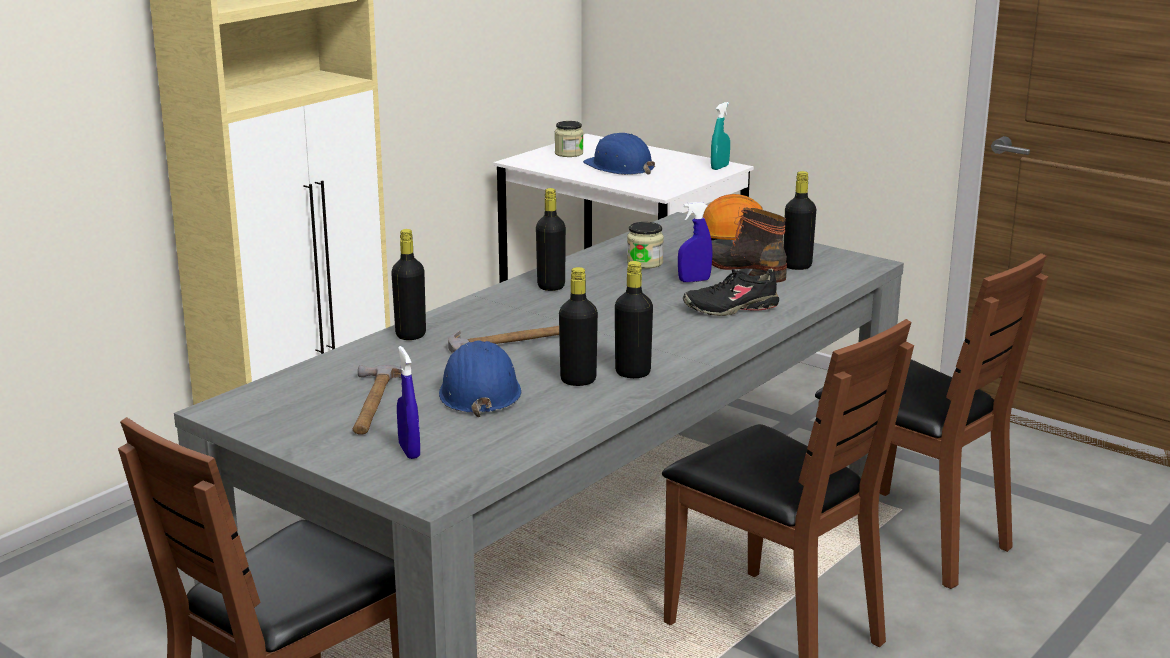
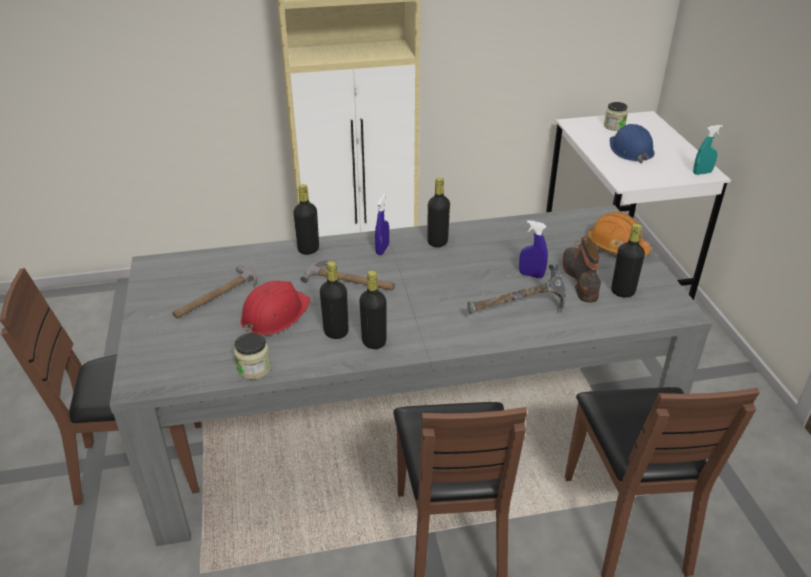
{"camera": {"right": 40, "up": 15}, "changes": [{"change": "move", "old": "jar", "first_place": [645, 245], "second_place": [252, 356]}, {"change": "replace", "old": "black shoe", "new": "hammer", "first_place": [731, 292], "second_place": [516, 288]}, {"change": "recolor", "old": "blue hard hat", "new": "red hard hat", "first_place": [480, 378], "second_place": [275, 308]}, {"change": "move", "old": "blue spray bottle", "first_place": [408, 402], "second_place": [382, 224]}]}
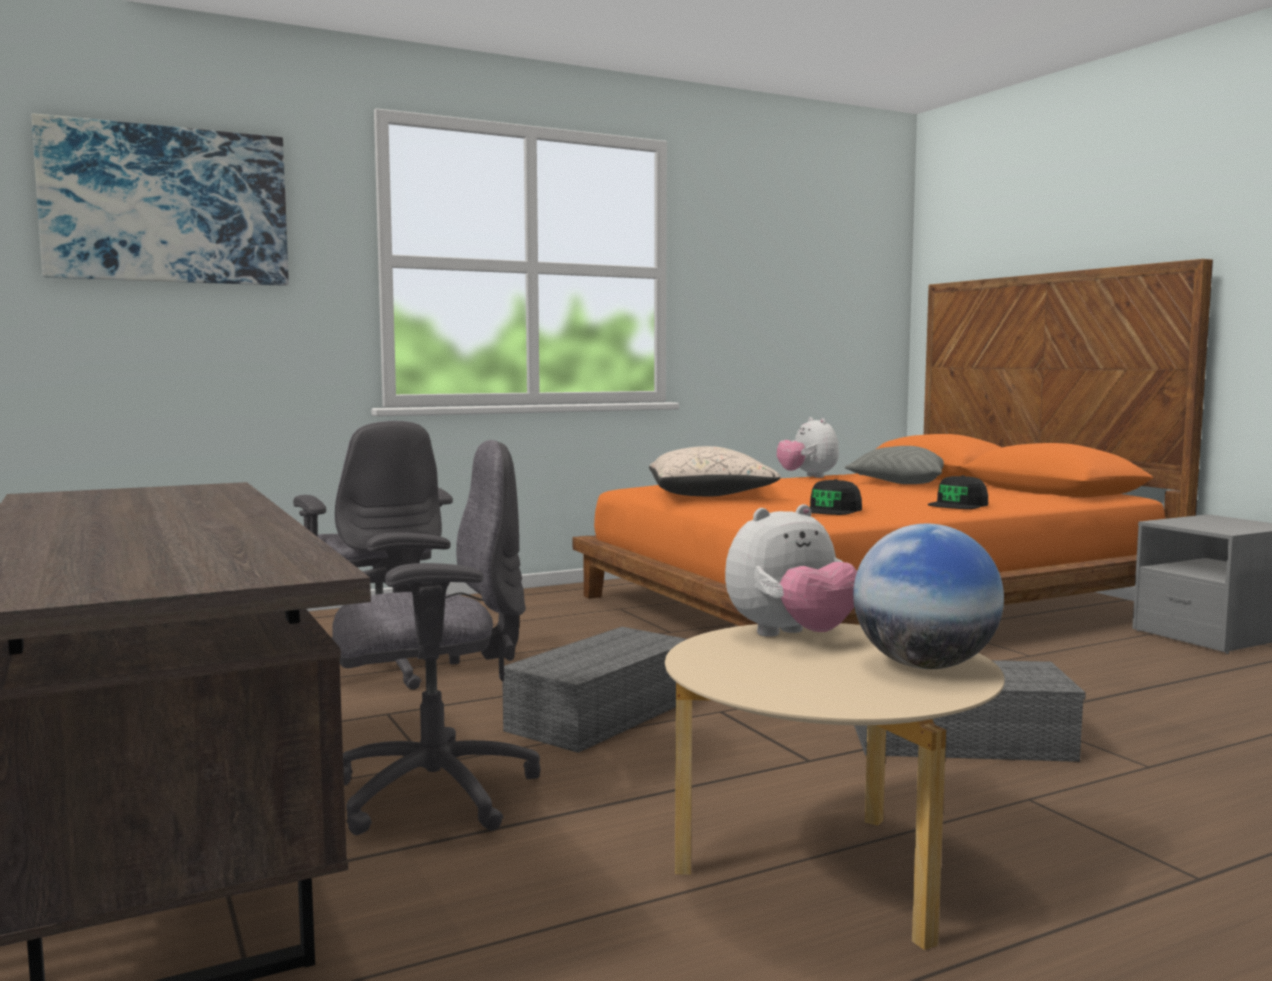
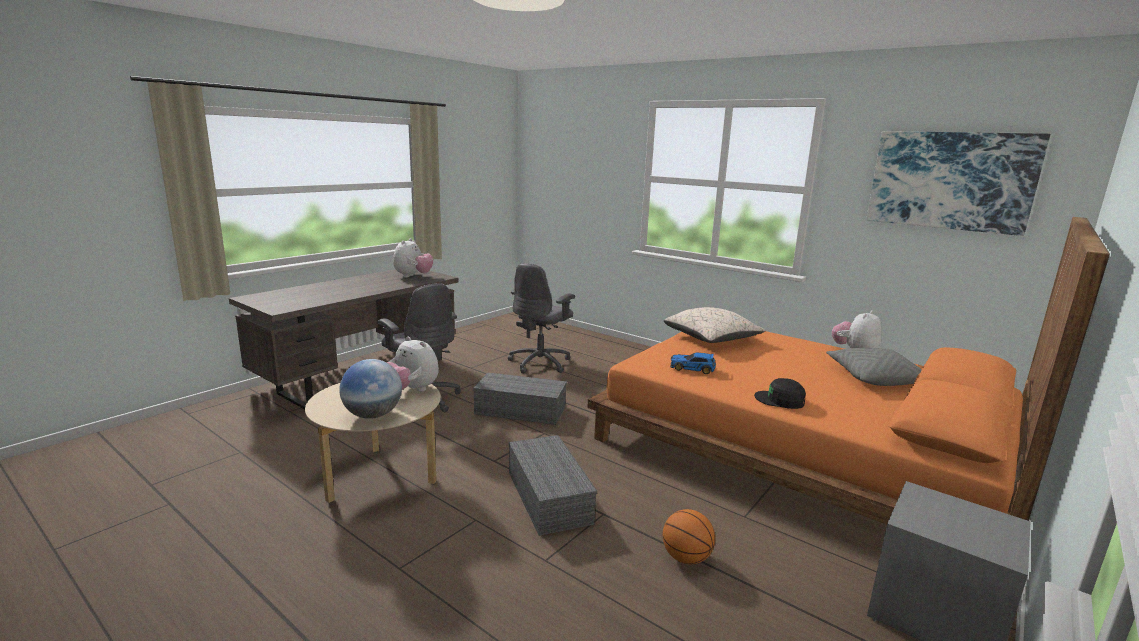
{"camera": {"right": 65, "up": 10}, "changes": [{"change": "move", "old": "picture", "first_place": [160, 199], "second_place": [958, 183]}, {"change": "replace", "old": "black cap", "new": "toy car", "first_place": [836, 497], "second_place": [693, 363]}, {"change": "insert", "new": "plush toy", "second_place": [413, 258]}, {"change": "insert", "new": "basketball", "second_place": [689, 536]}]}
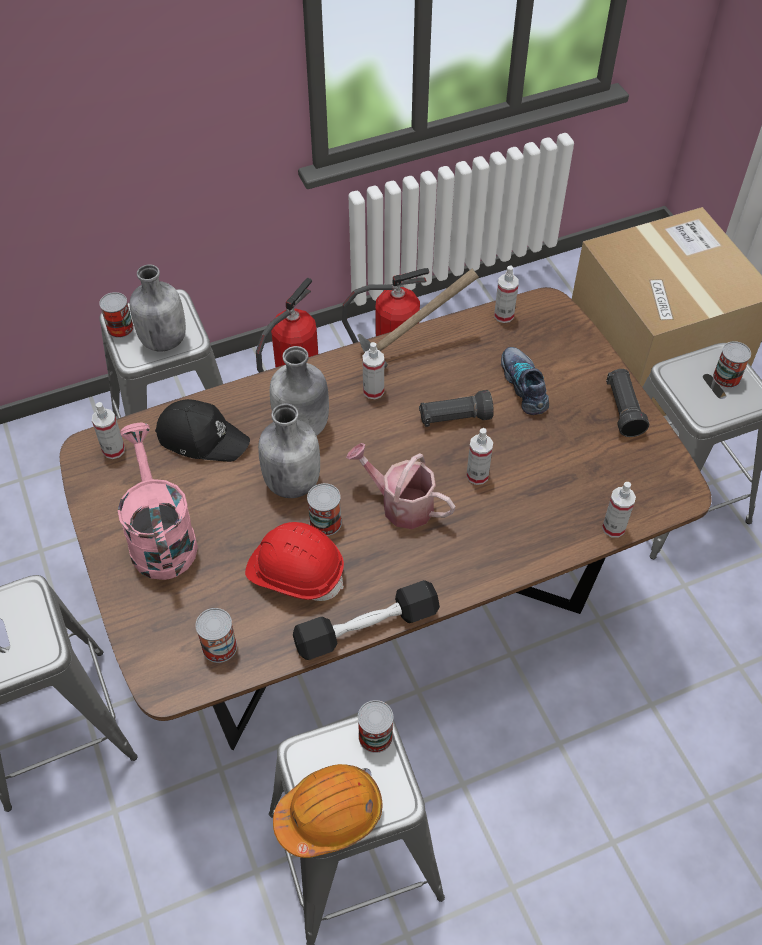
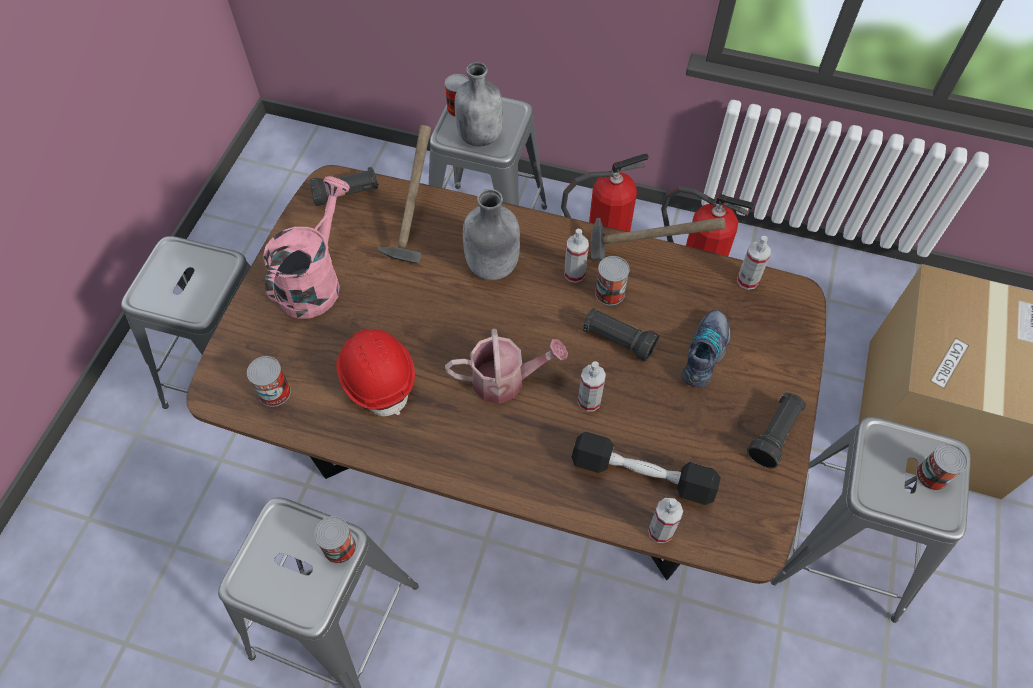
{"camera": {"right": 40, "up": 5}, "changes": [{"change": "replace", "old": "black cap", "new": "hammer", "first_place": [202, 430], "second_place": [404, 194]}, {"change": "replace", "old": "spray bottle", "new": "black flashlight", "first_place": [108, 430], "second_place": [344, 186]}, {"change": "delete", "old": "grey bottle", "first_place": [289, 451]}, {"change": "rotate", "old": "watering can", "first_place": [400, 486], "second_place": [506, 366], "degrees": 105}, {"change": "move", "old": "can", "first_place": [324, 509], "second_place": [612, 280]}, {"change": "move", "old": "black dumbbell", "first_place": [366, 620], "second_place": [646, 468]}, {"change": "delete", "old": "orange hard hat", "first_place": [327, 811]}]}
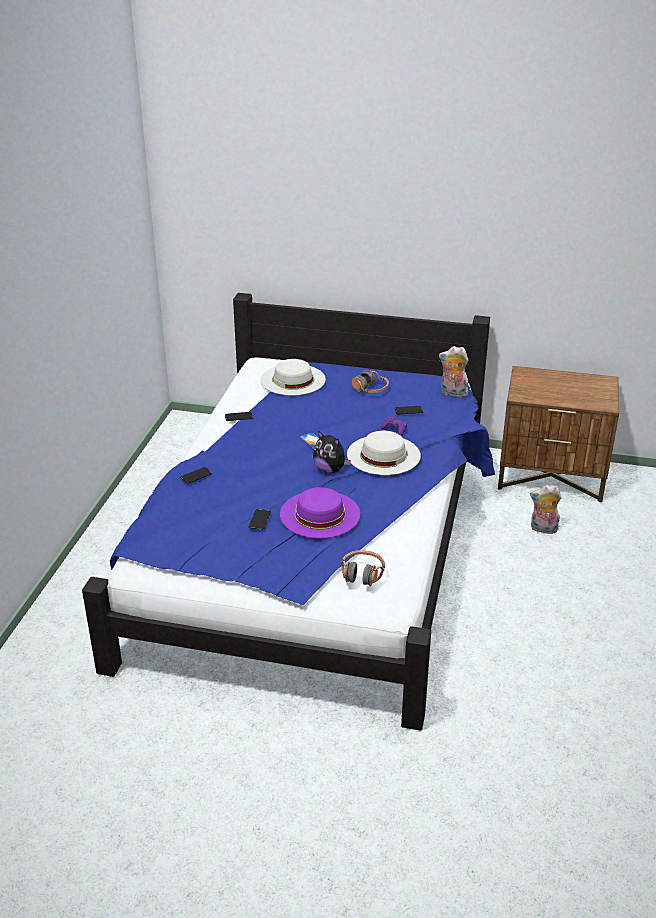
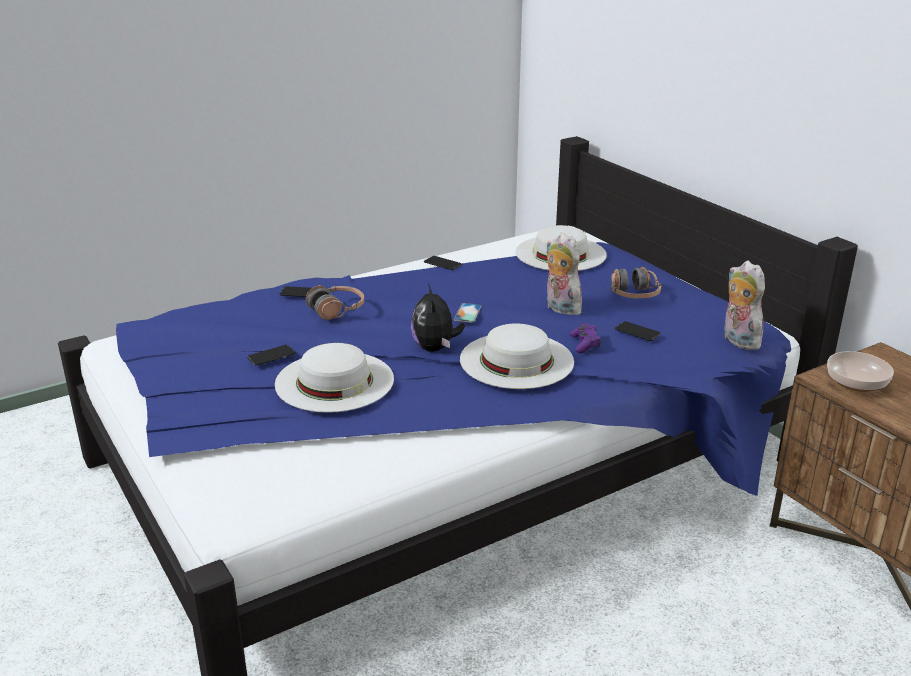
{"camera": {"right": 45, "up": -5}, "changes": [{"change": "move", "old": "plush toy", "first_place": [545, 509], "second_place": [564, 274]}, {"change": "recolor", "old": "purple hat", "new": "white hat", "first_place": [320, 512], "second_place": [334, 378]}, {"change": "move", "old": "headphones", "first_place": [363, 568], "second_place": [334, 302]}, {"change": "insert", "new": "bowl", "second_place": [860, 371]}]}
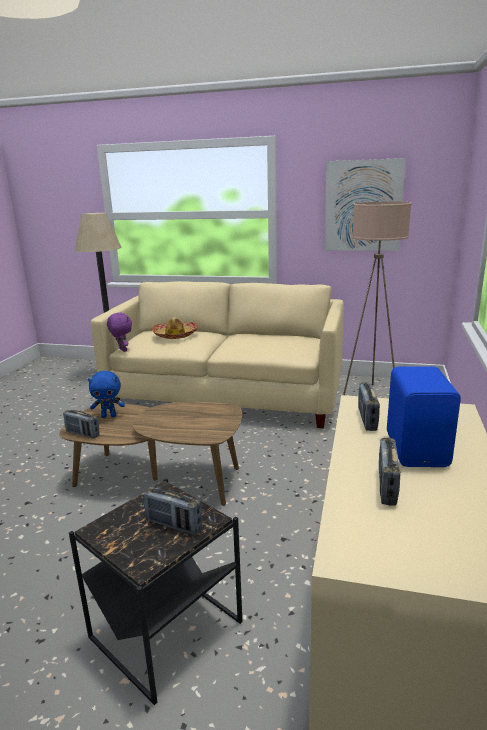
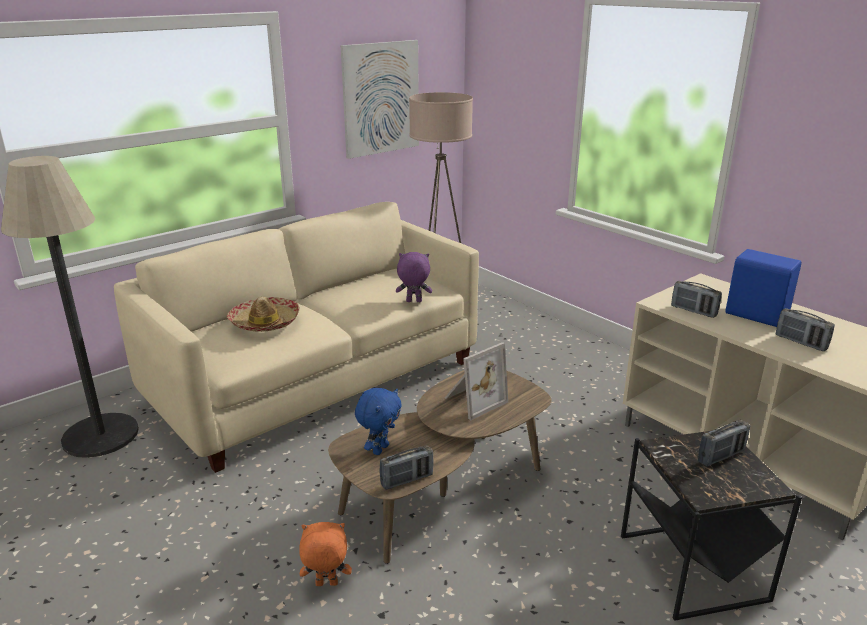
{"camera": {"right": -55, "up": 5}, "changes": [{"change": "move", "old": "purple plush toy", "first_place": [119, 332], "second_place": [414, 277]}, {"change": "insert", "new": "picture frame", "second_place": [476, 381]}, {"change": "insert", "new": "orange plush toy", "second_place": [325, 554]}]}
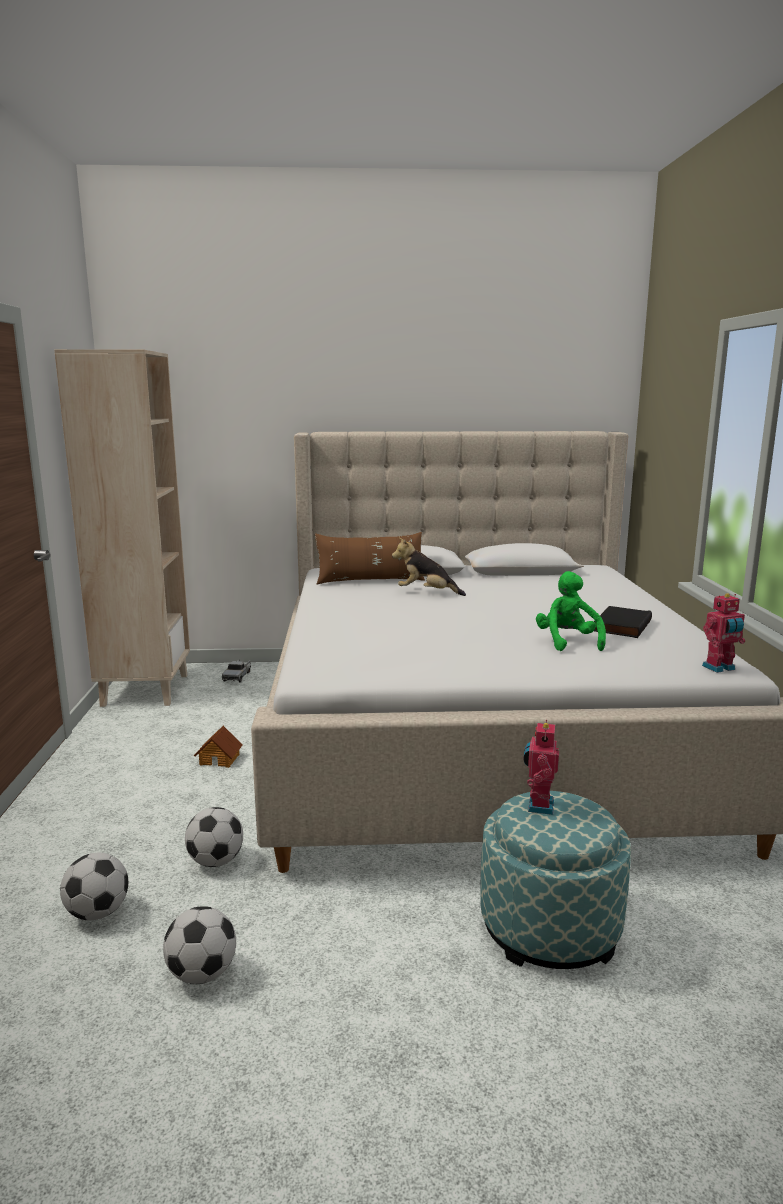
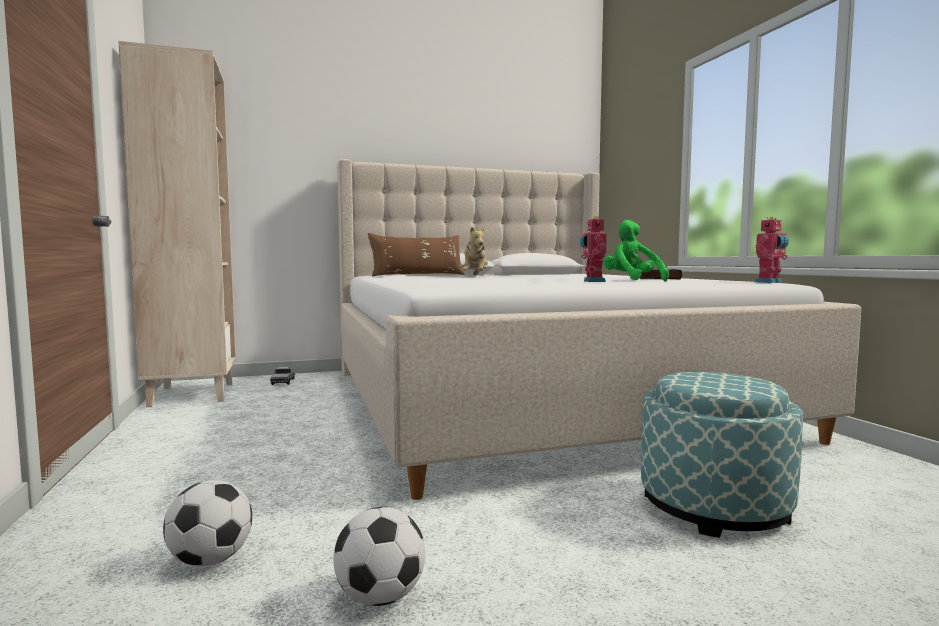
{"camera": {"right": -15, "up": -10}, "changes": [{"change": "rotate", "old": "plush toy", "first_place": [429, 566], "second_place": [474, 251], "degrees": -90}, {"change": "move", "old": "toy robot", "first_place": [541, 767], "second_place": [593, 249]}, {"change": "delete", "old": "toy house", "first_place": [218, 746]}, {"change": "delete", "old": "football", "first_place": [214, 837]}]}
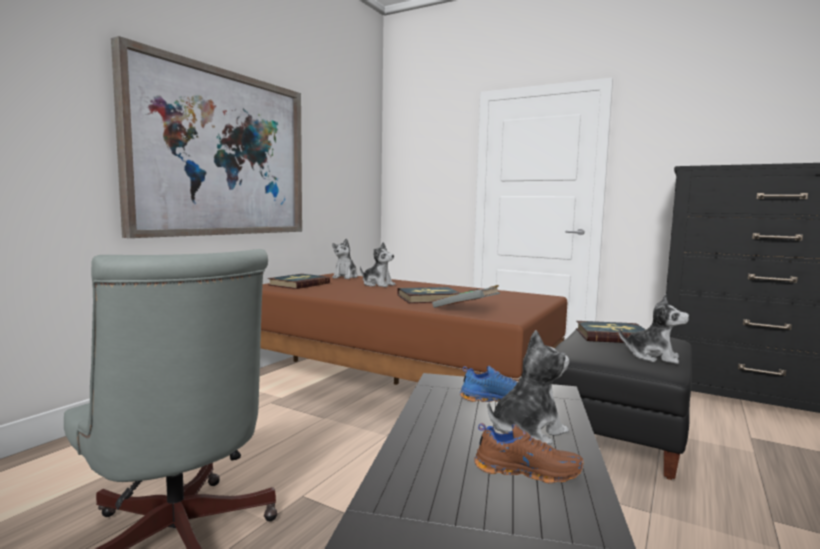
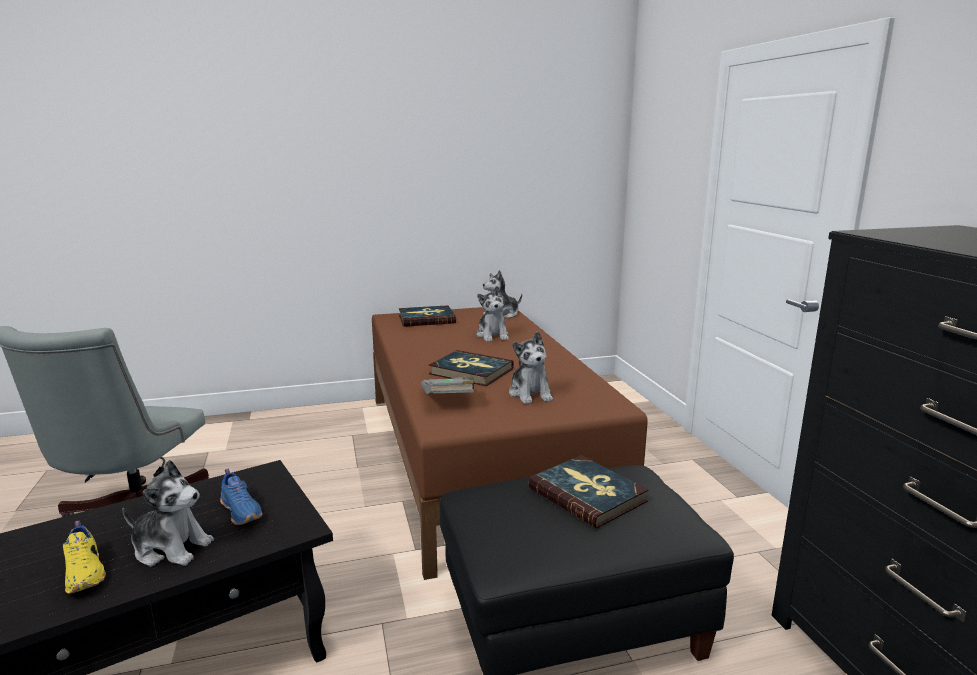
{"camera": {"right": 45, "up": 10}, "changes": [{"change": "delete", "old": "picture", "first_place": [206, 137]}, {"change": "move", "old": "plush toy", "first_place": [654, 329], "second_place": [531, 367]}, {"change": "recolor", "old": "brown shoe", "new": "yellow shoe", "first_place": [529, 453], "second_place": [84, 557]}]}
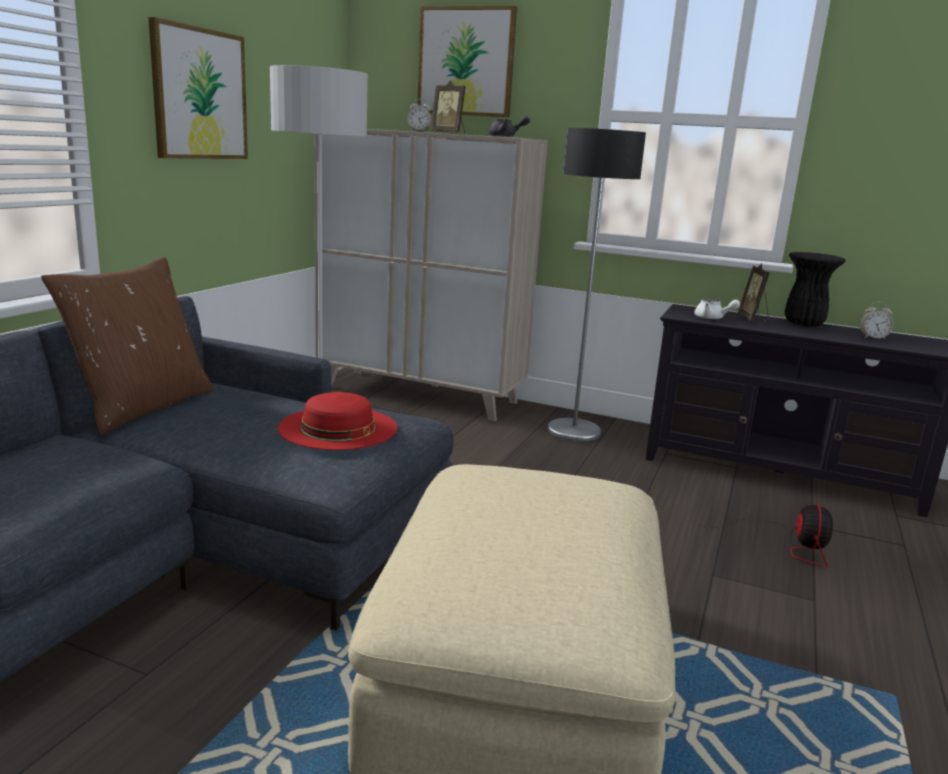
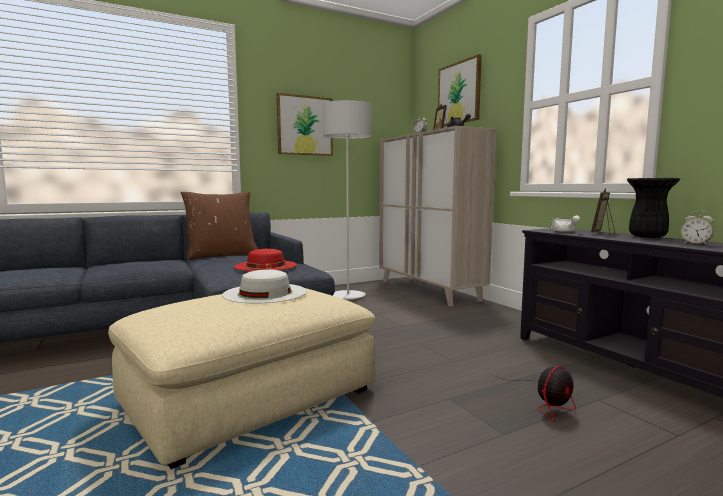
{"camera": {"right": 40, "up": -10}, "changes": [{"change": "delete", "old": "floor lamp", "first_place": [596, 285]}, {"change": "insert", "new": "white hat", "second_place": [264, 286]}]}
